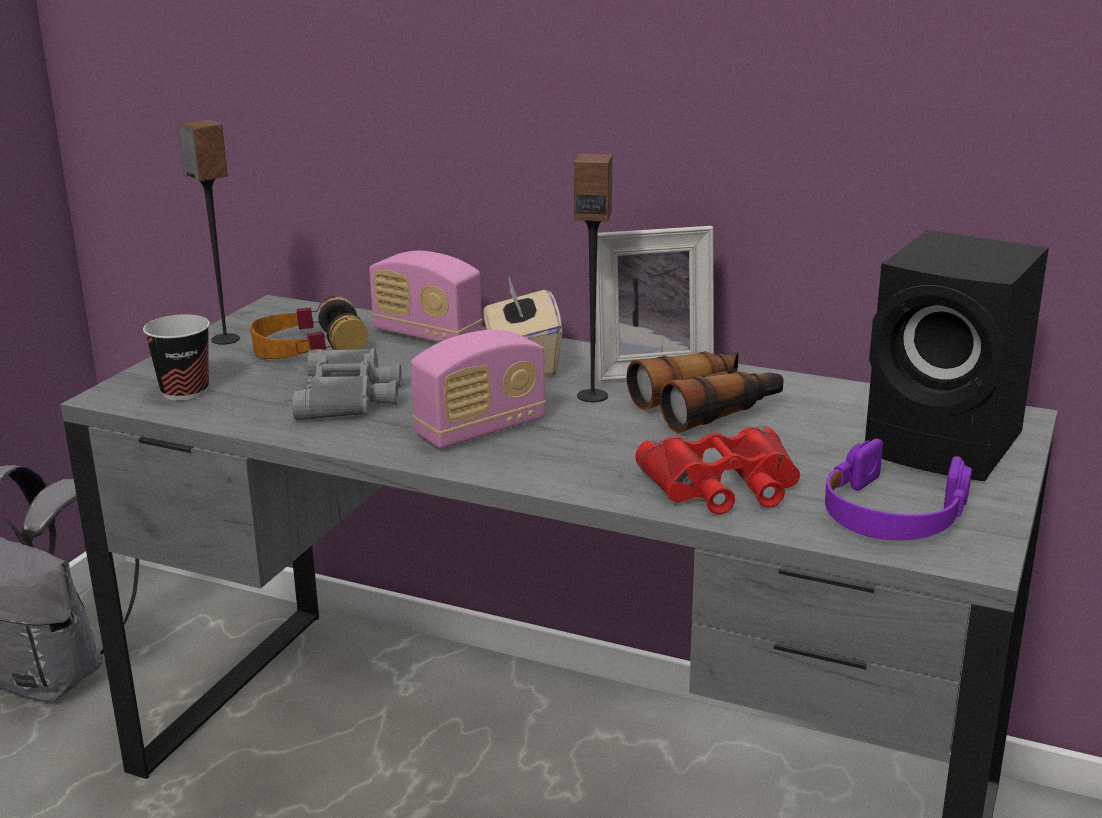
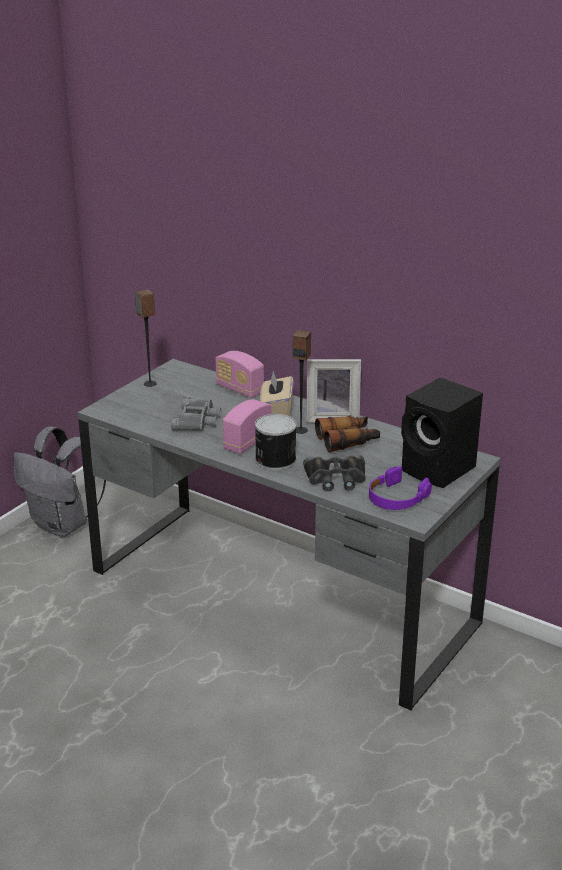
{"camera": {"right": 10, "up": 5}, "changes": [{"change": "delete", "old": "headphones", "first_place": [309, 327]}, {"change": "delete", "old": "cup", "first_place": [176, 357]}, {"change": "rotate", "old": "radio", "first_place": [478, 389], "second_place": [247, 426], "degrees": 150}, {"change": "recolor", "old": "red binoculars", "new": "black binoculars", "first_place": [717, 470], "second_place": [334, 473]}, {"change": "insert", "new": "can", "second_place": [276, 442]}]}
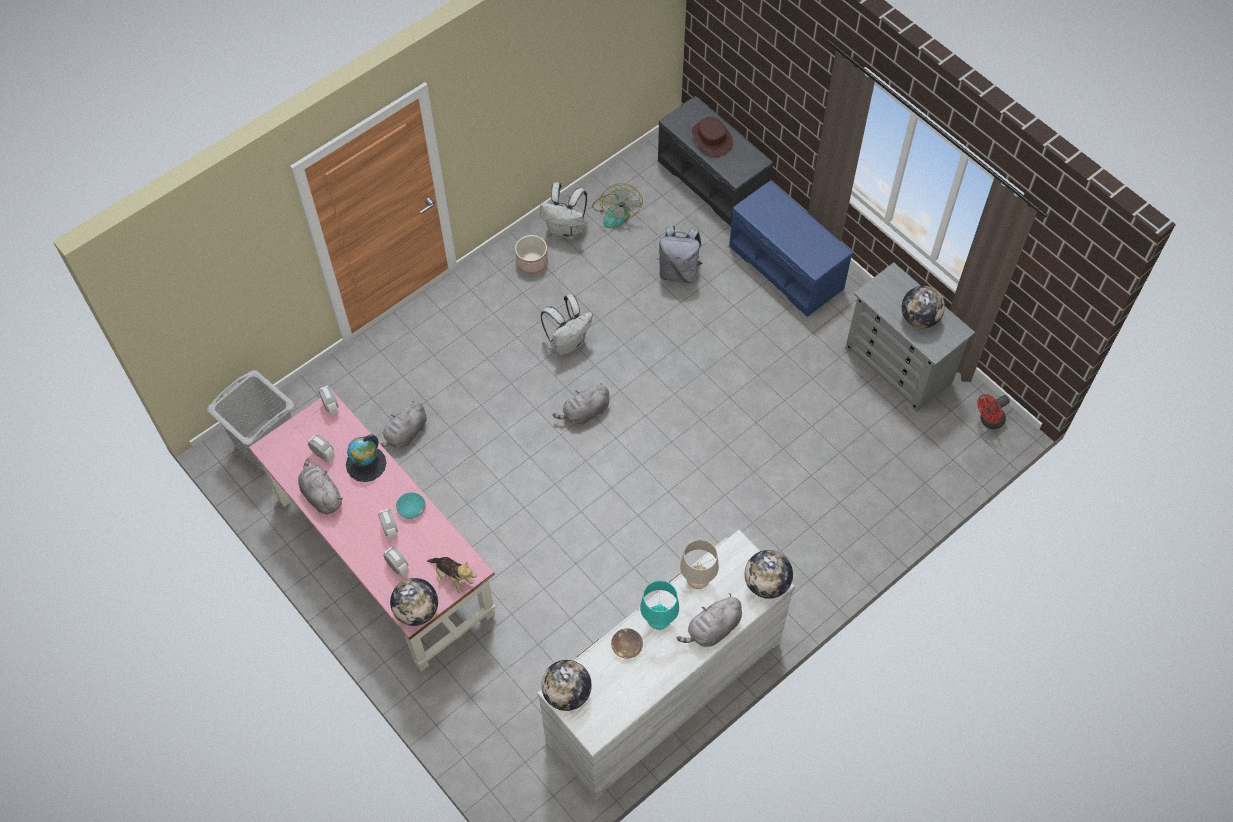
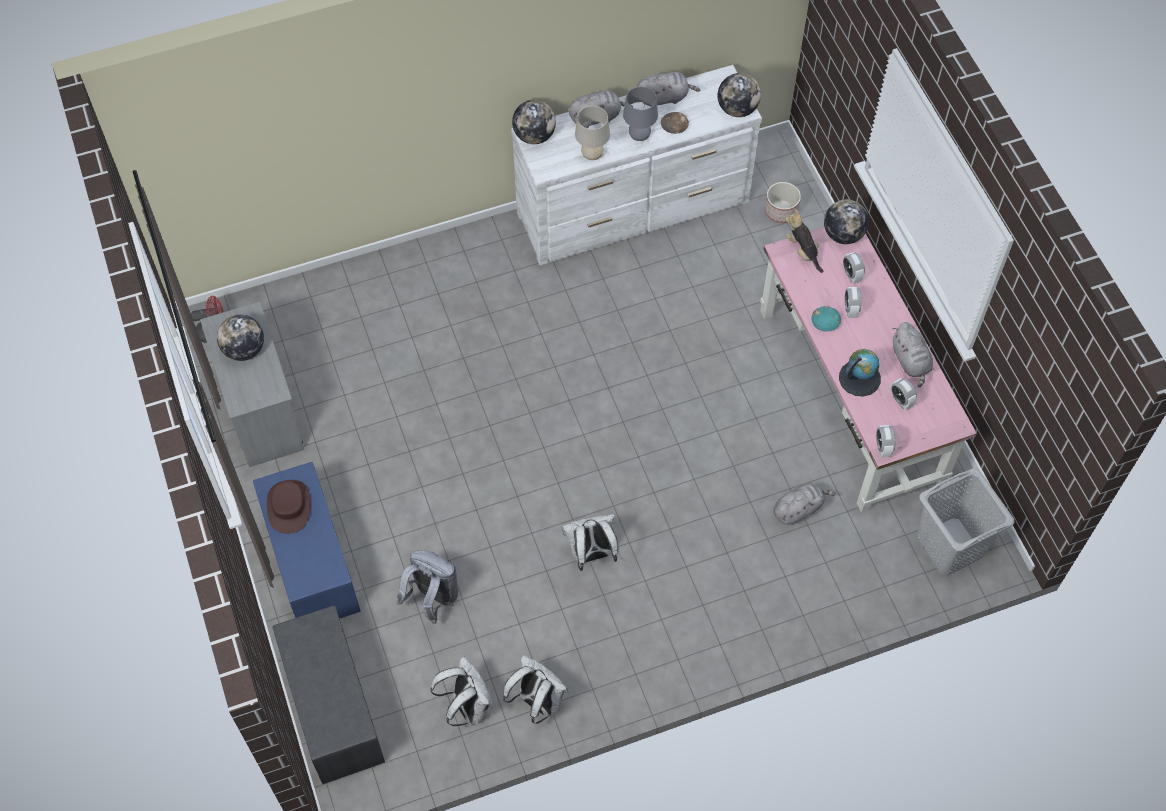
{"camera": {"right": -160, "up": 0}, "changes": [{"change": "move", "old": "brown hat", "first_place": [712, 137], "second_place": [289, 507]}, {"change": "replace", "old": "fan", "new": "white backpack", "first_place": [617, 206], "second_place": [461, 691]}, {"change": "move", "old": "planter", "first_place": [531, 254], "second_place": [783, 202]}, {"change": "move", "old": "grey plush toy", "first_place": [581, 404], "second_place": [669, 89]}, {"change": "recolor", "old": "turquoise table lamp", "new": "grey table lamp", "first_place": [659, 605], "second_place": [640, 114]}]}
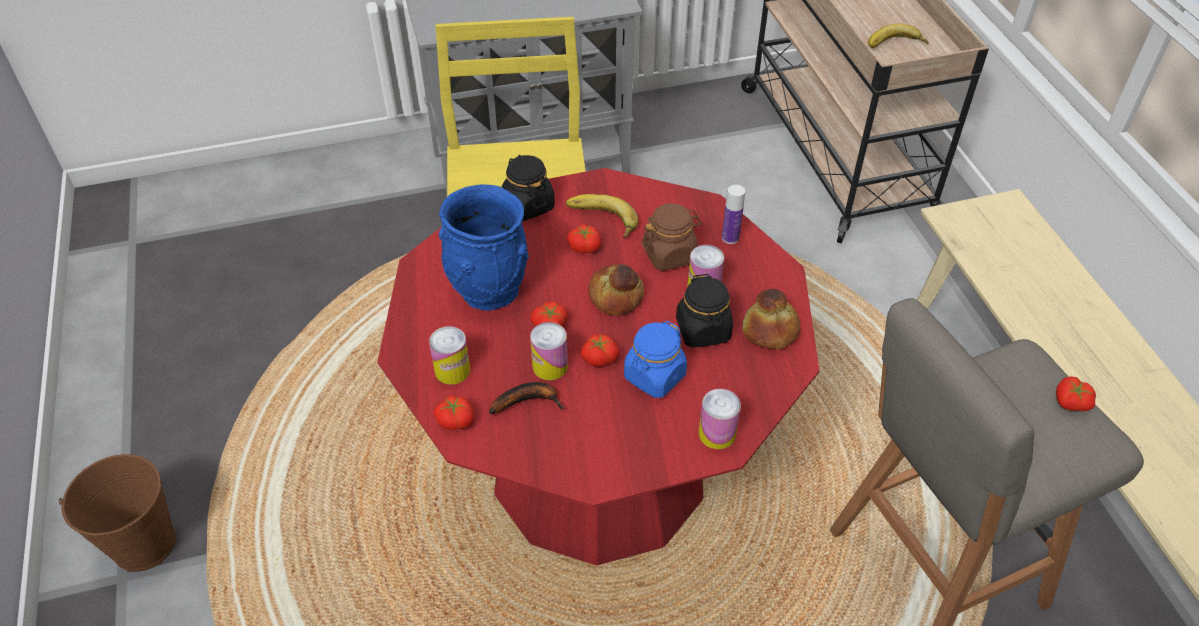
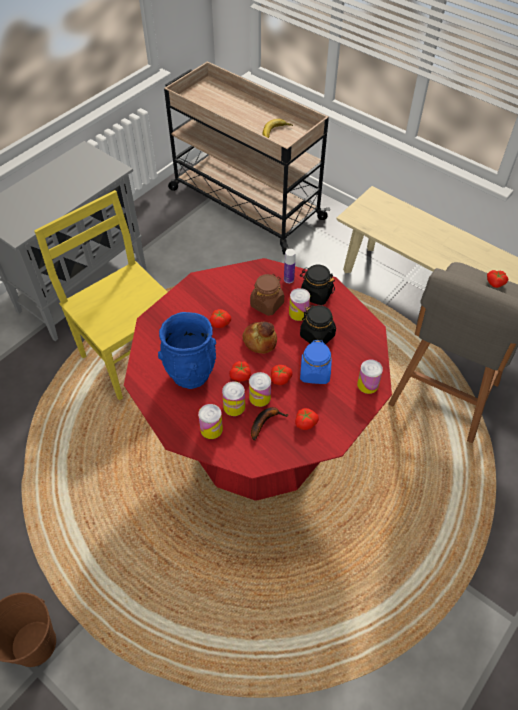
{"camera": {"right": -35, "up": 5}, "changes": [{"change": "move", "old": "black jar", "first_place": [528, 188], "second_place": [317, 284]}, {"change": "delete", "old": "banana", "first_place": [602, 216]}, {"change": "delete", "old": "bread", "first_place": [771, 319]}, {"change": "move", "old": "tomato", "first_place": [453, 412], "second_place": [307, 419]}, {"change": "insert", "new": "can", "second_place": [233, 398]}]}
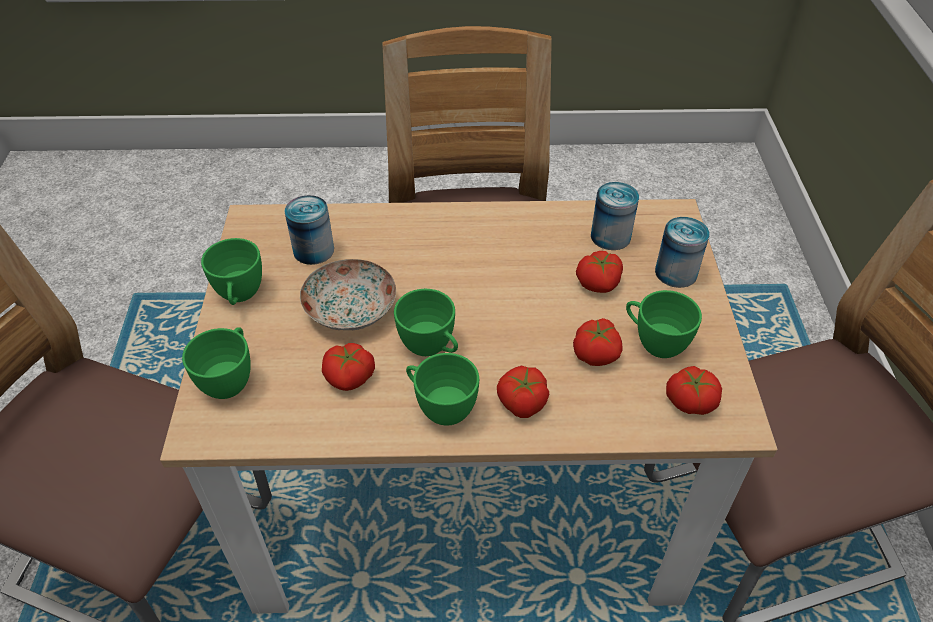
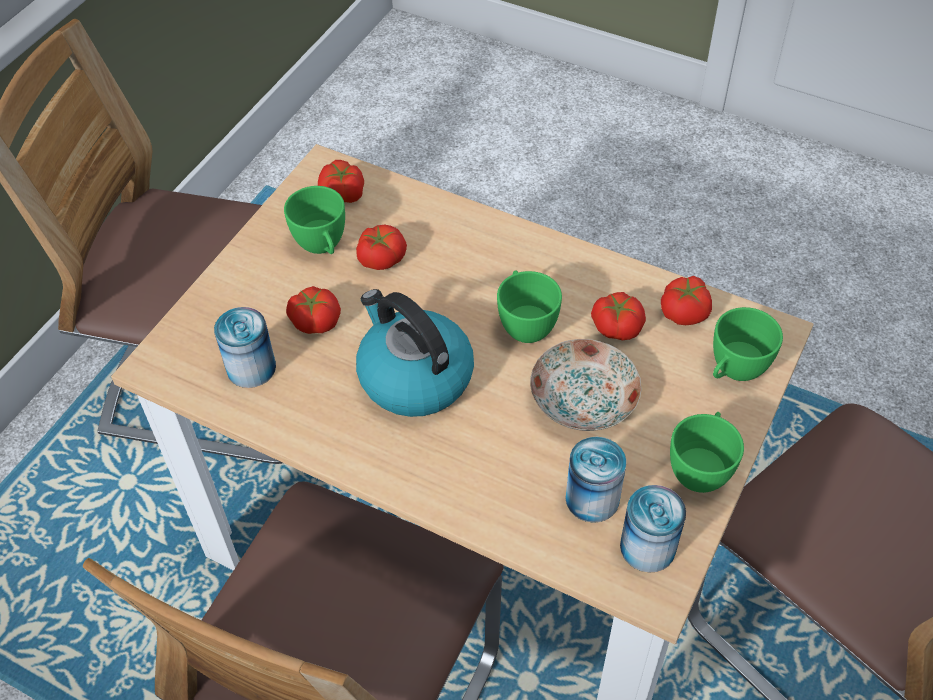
{"camera": {"right": -150, "up": 5}, "changes": [{"change": "move", "old": "can", "first_place": [682, 252], "second_place": [653, 528]}, {"change": "delete", "old": "green cup", "first_place": [442, 389]}, {"change": "move", "old": "tomato", "first_place": [523, 392], "second_place": [686, 300]}, {"change": "insert", "new": "kettle", "second_place": [415, 353]}]}
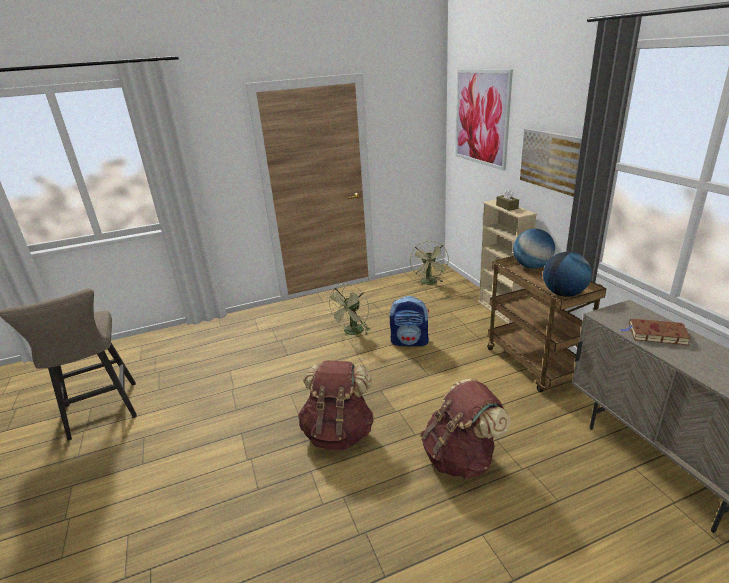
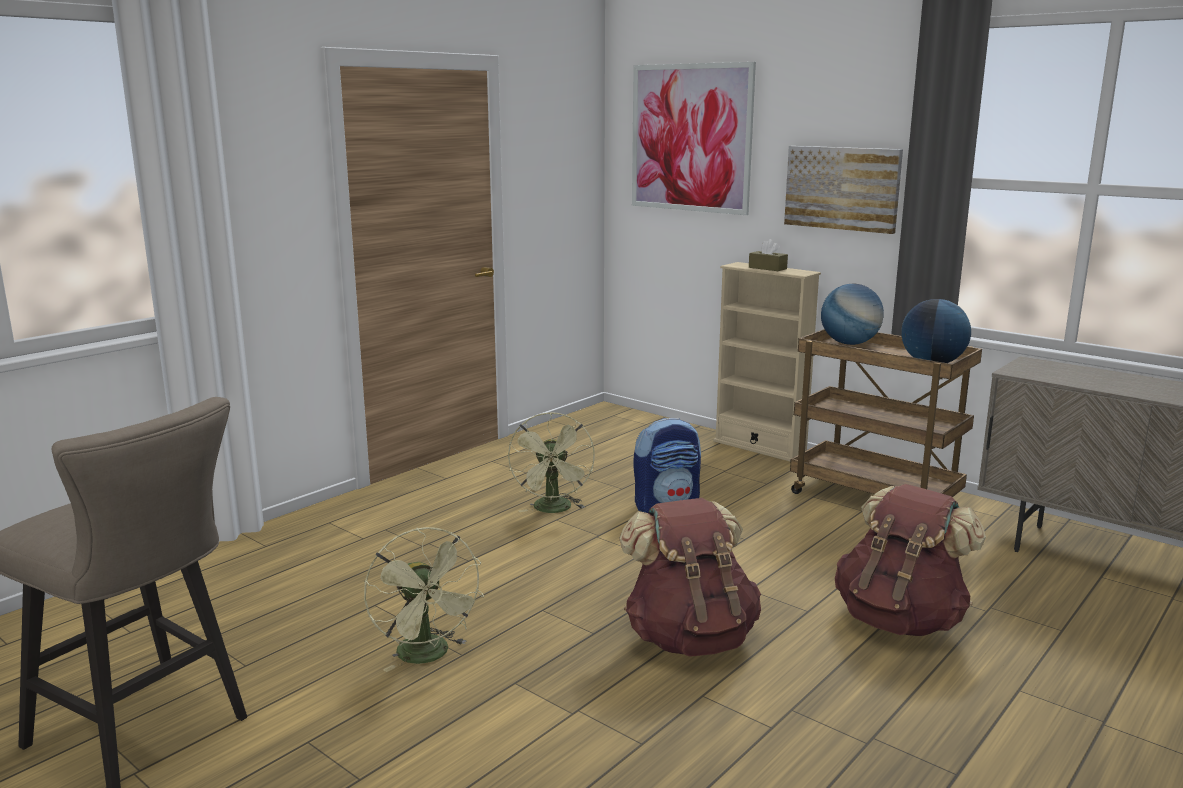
{"camera": {"right": -30, "up": -10}, "changes": [{"change": "move", "old": "green fan", "first_place": [429, 263], "second_place": [424, 599]}, {"change": "delete", "old": "brown book", "first_place": [656, 331]}]}
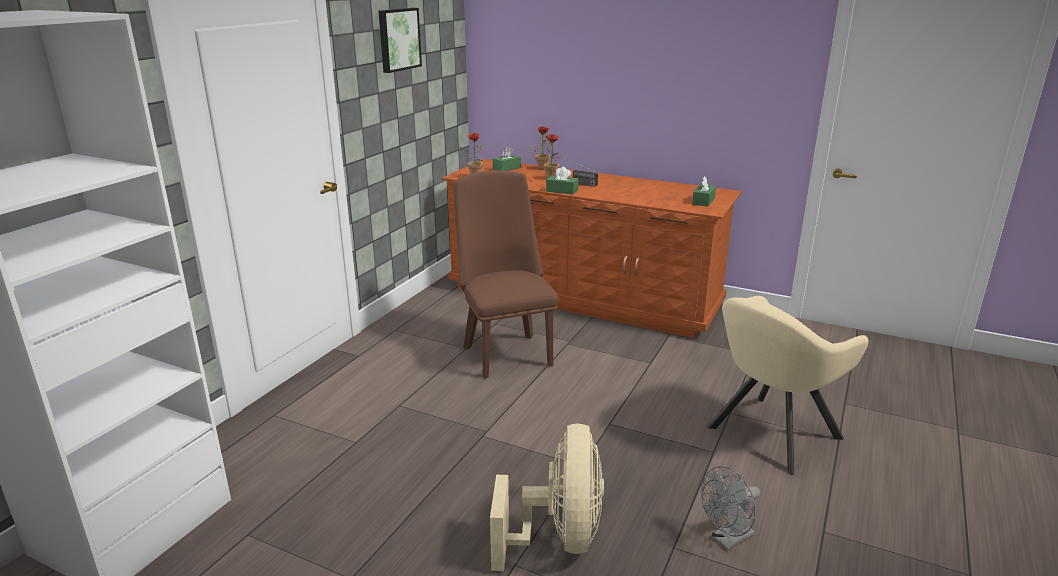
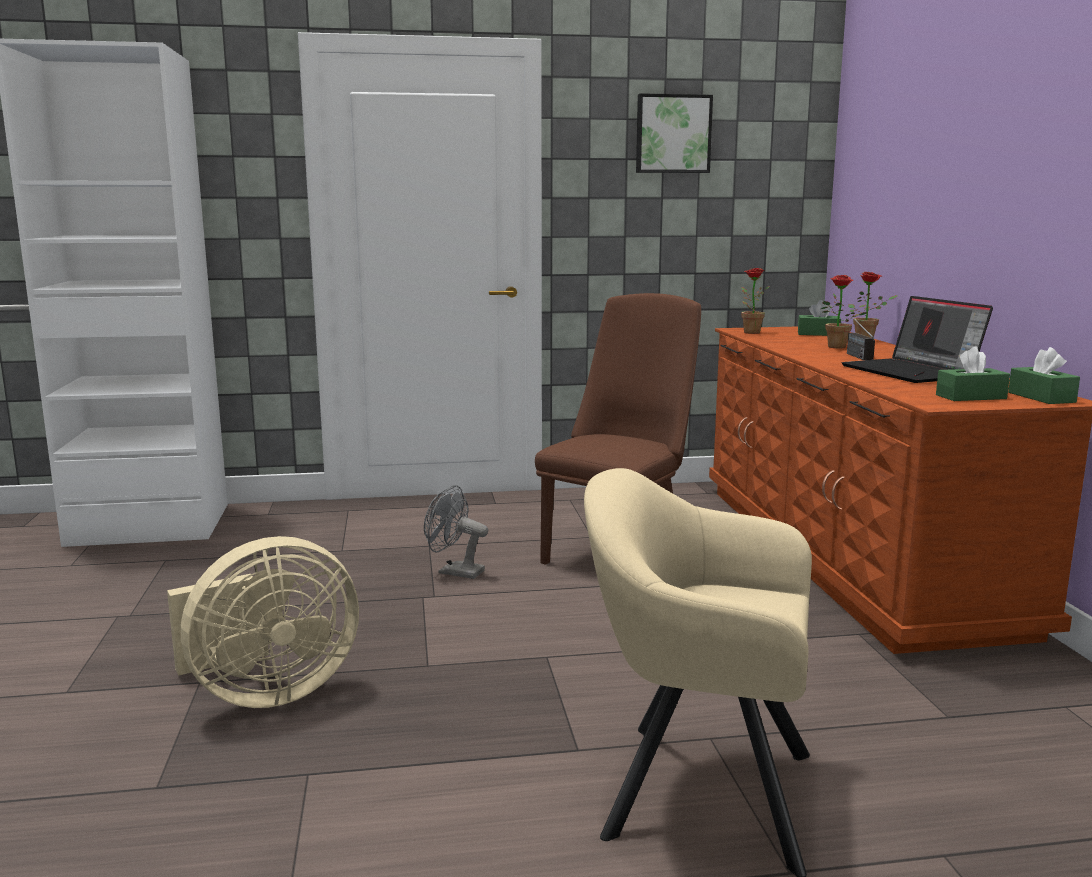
{"camera": {"right": 55, "up": -10}, "changes": [{"change": "move", "old": "green tissue box", "first_place": [562, 181], "second_place": [1044, 375]}, {"change": "move", "old": "grey fan", "first_place": [730, 508], "second_place": [456, 532]}, {"change": "insert", "new": "laptop", "second_place": [917, 339]}]}
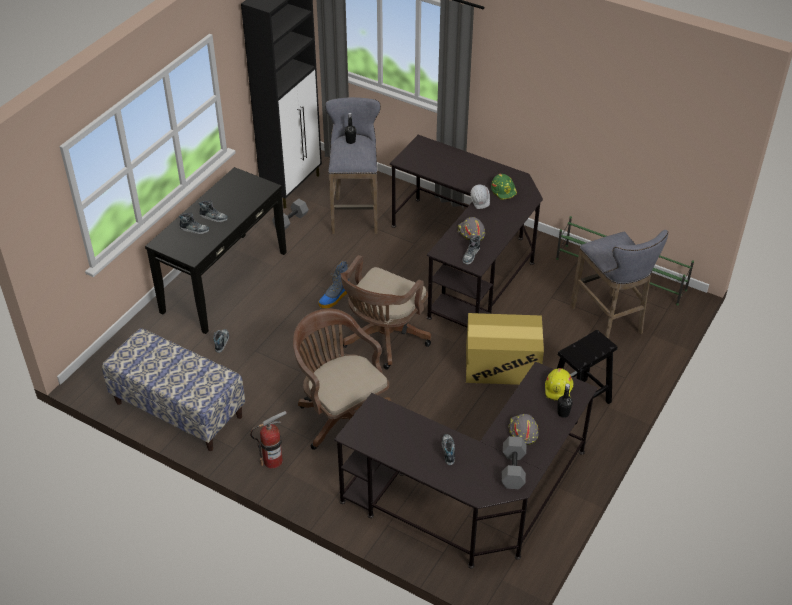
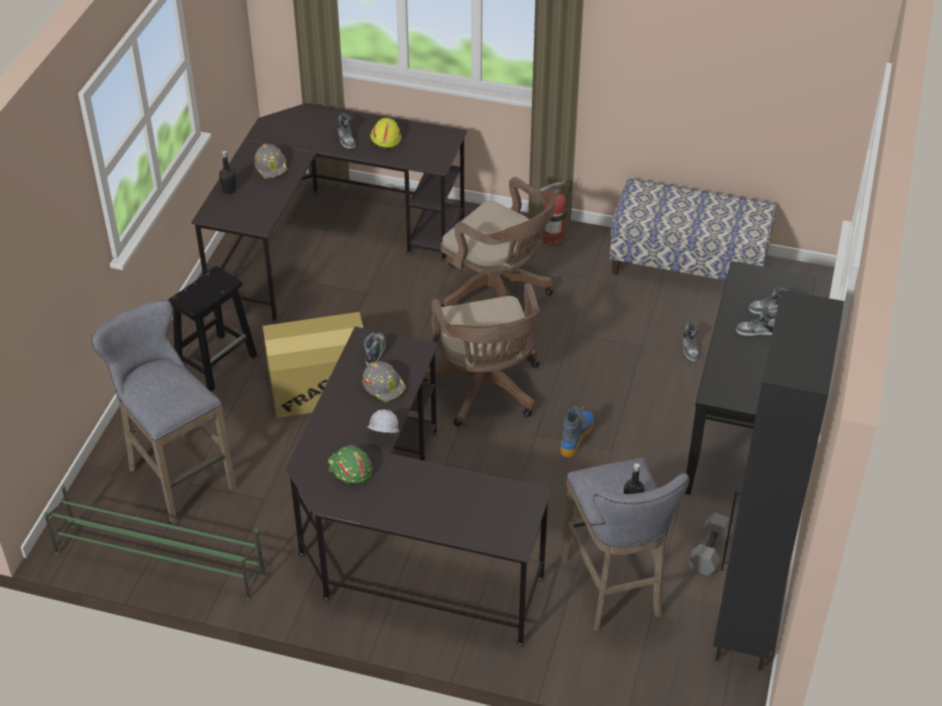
{"camera": {"right": 165, "up": 0}, "changes": [{"change": "rotate", "old": "brown office chair", "first_place": [386, 312], "second_place": [481, 354], "degrees": 150}, {"change": "move", "old": "yellow hard hat", "first_place": [559, 384], "second_place": [385, 133]}, {"change": "delete", "old": "grey dumbbell", "first_place": [513, 462]}]}
